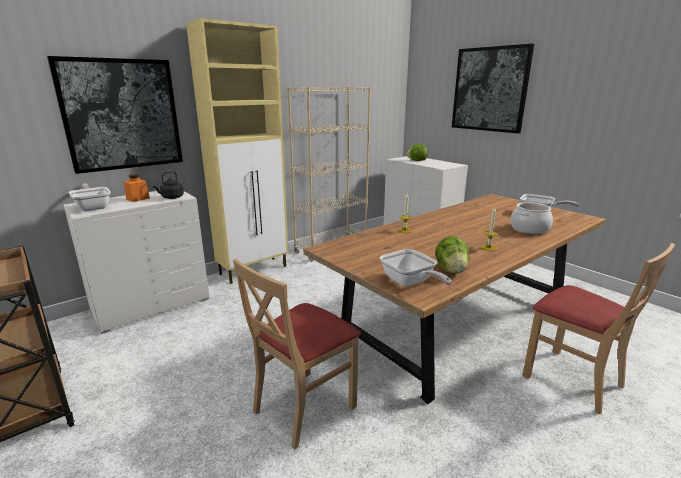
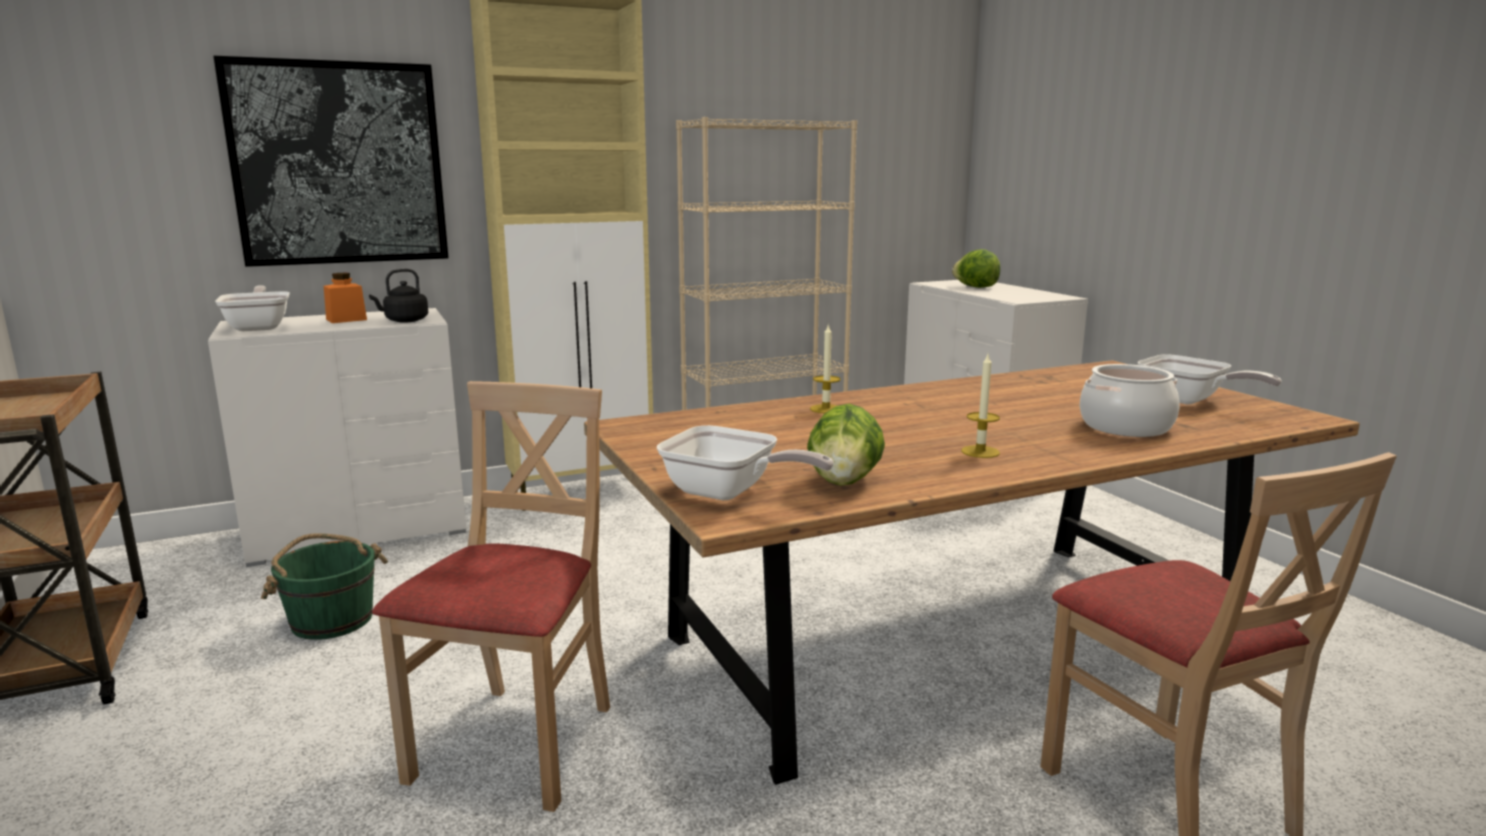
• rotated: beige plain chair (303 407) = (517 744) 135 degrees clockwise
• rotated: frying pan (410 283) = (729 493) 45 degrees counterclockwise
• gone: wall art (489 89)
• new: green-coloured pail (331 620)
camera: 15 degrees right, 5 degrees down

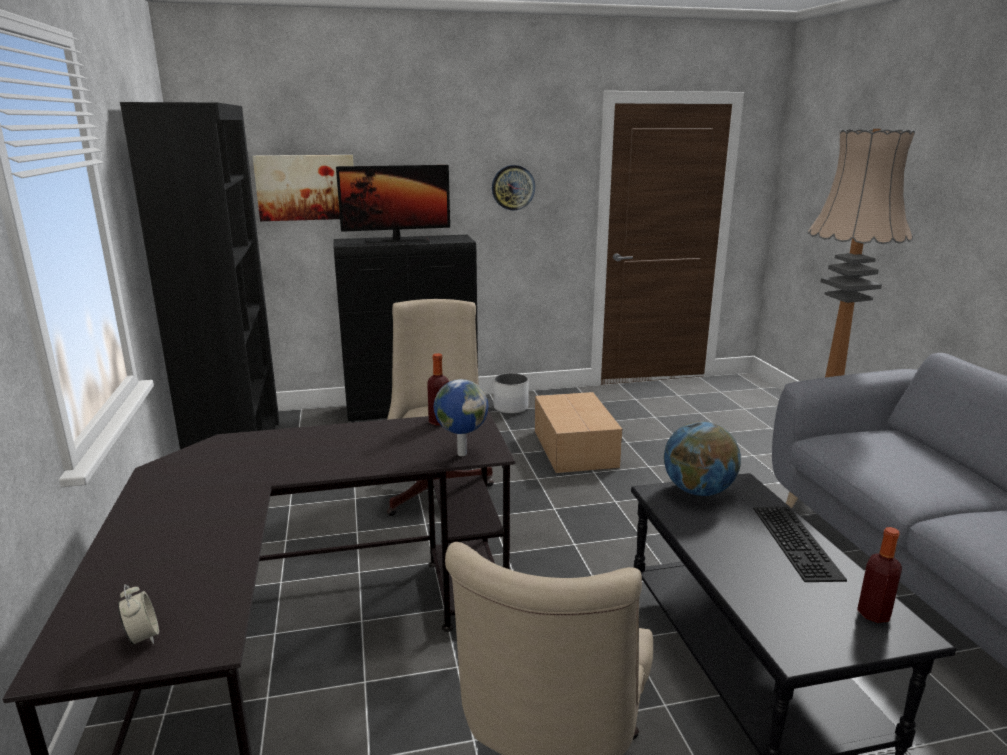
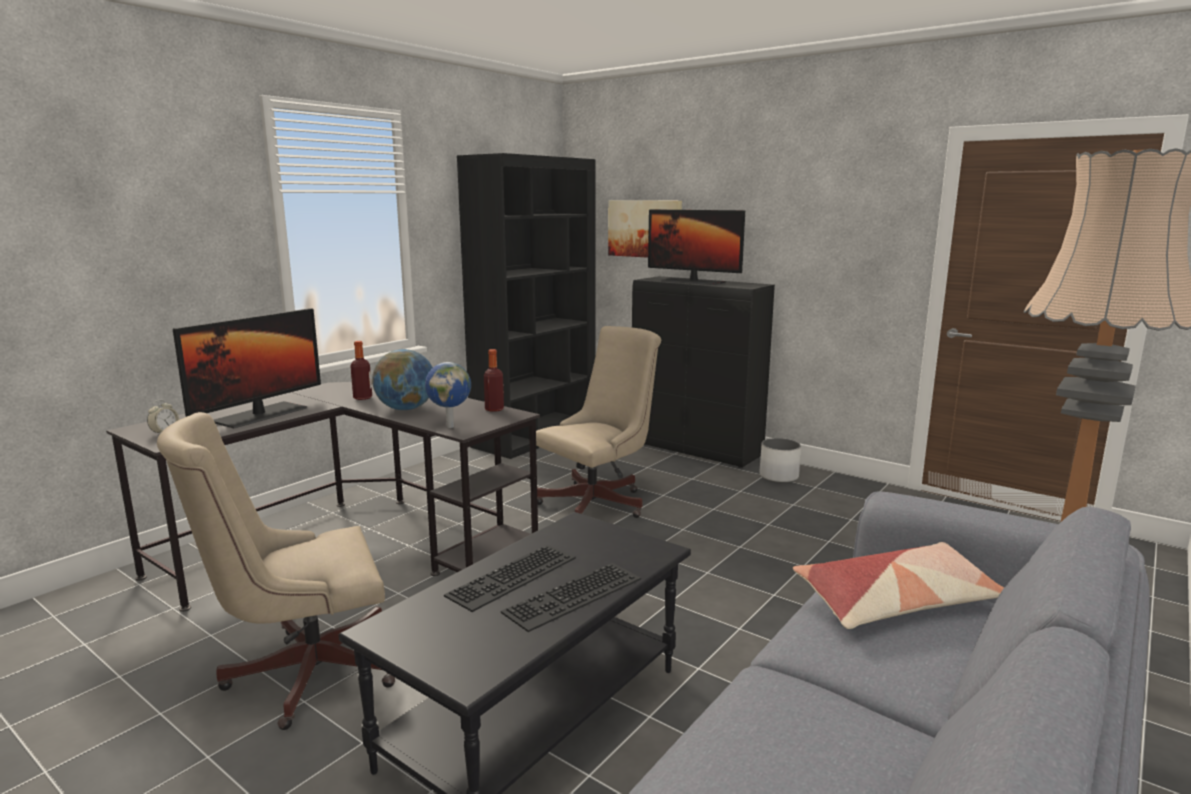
• gone: hanging clock (513 187)
• gone: packing box (575 447)
• shifted: world globe (698 491) to (406 409)
• shifted: beverage bottle (873 614) to (363 398)
• new: computer screen (260 415)
• new: keyboard (513 578)
• new: pillow (898 602)
camera: 50 degrees right, 5 degrees down

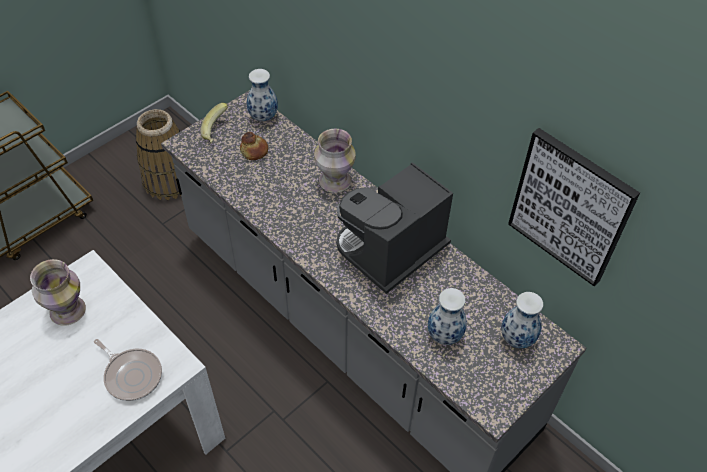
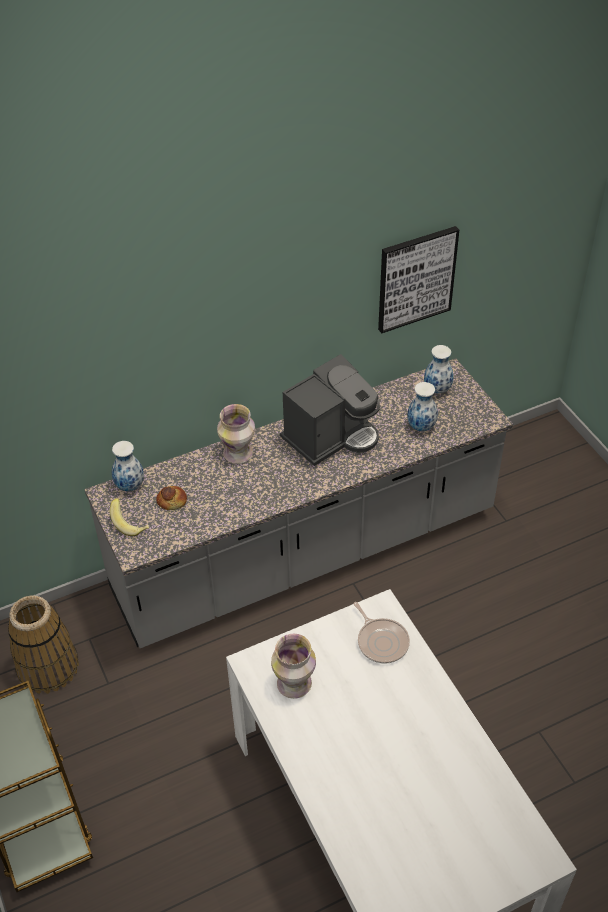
• rotated: frying pan (132 375) = (381 641) 90 degrees clockwise
• rotated: coffee machine (391 252) = (331 436) 105 degrees counterclockwise
camera: 70 degrees left, 5 degrees down

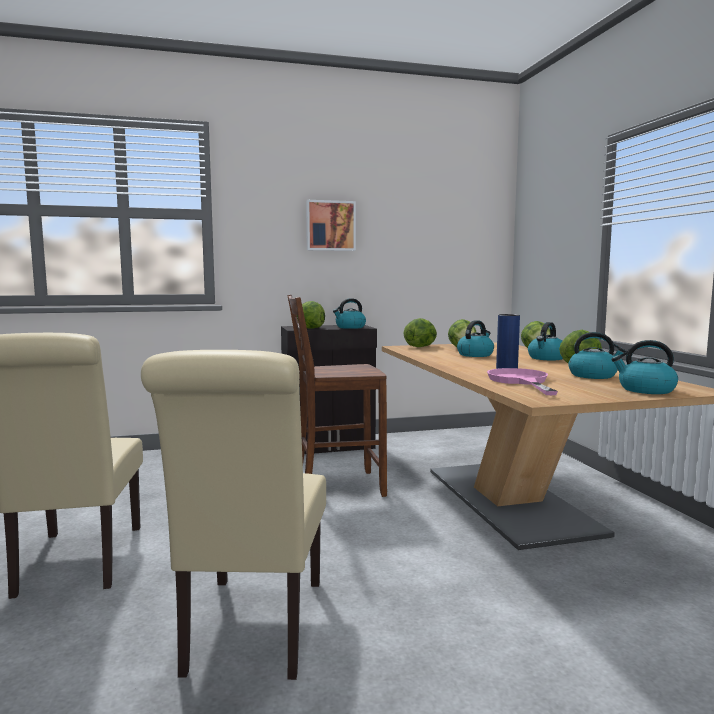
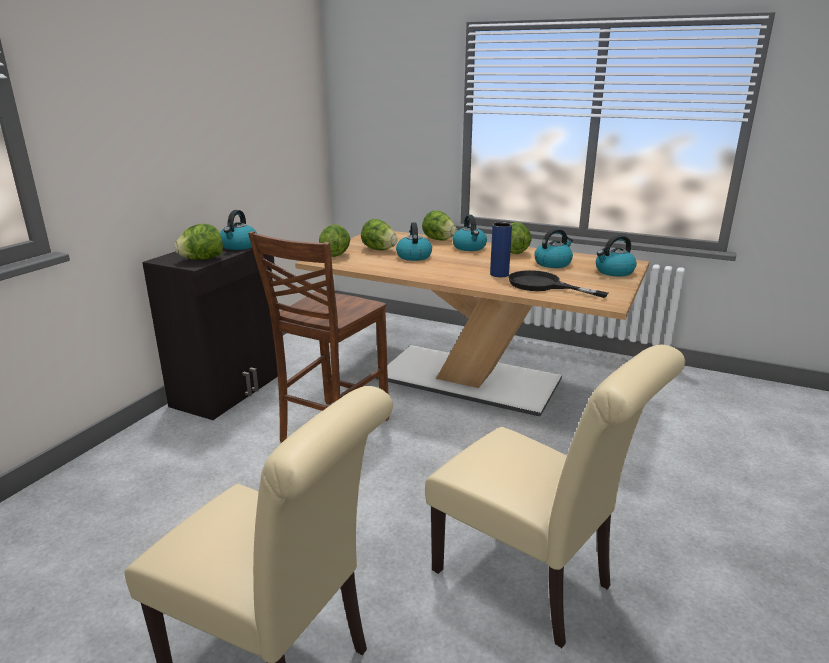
• gone: wall art (330 226)
• repainted: pink frying pan (520 381) to black-coloured frying pan (543 285)
camera: 50 degrees left, 15 degrees up

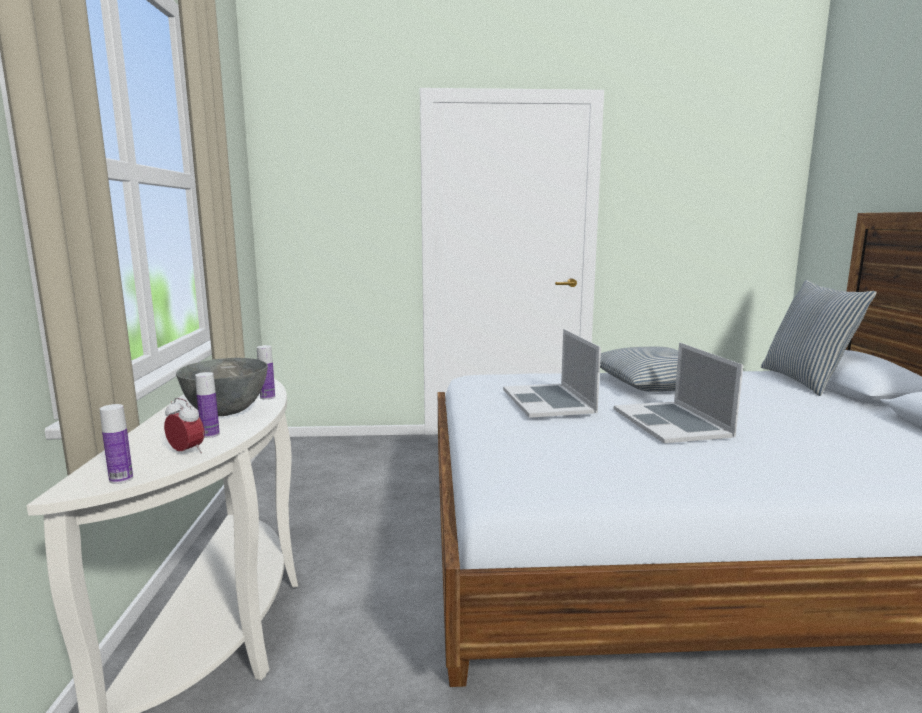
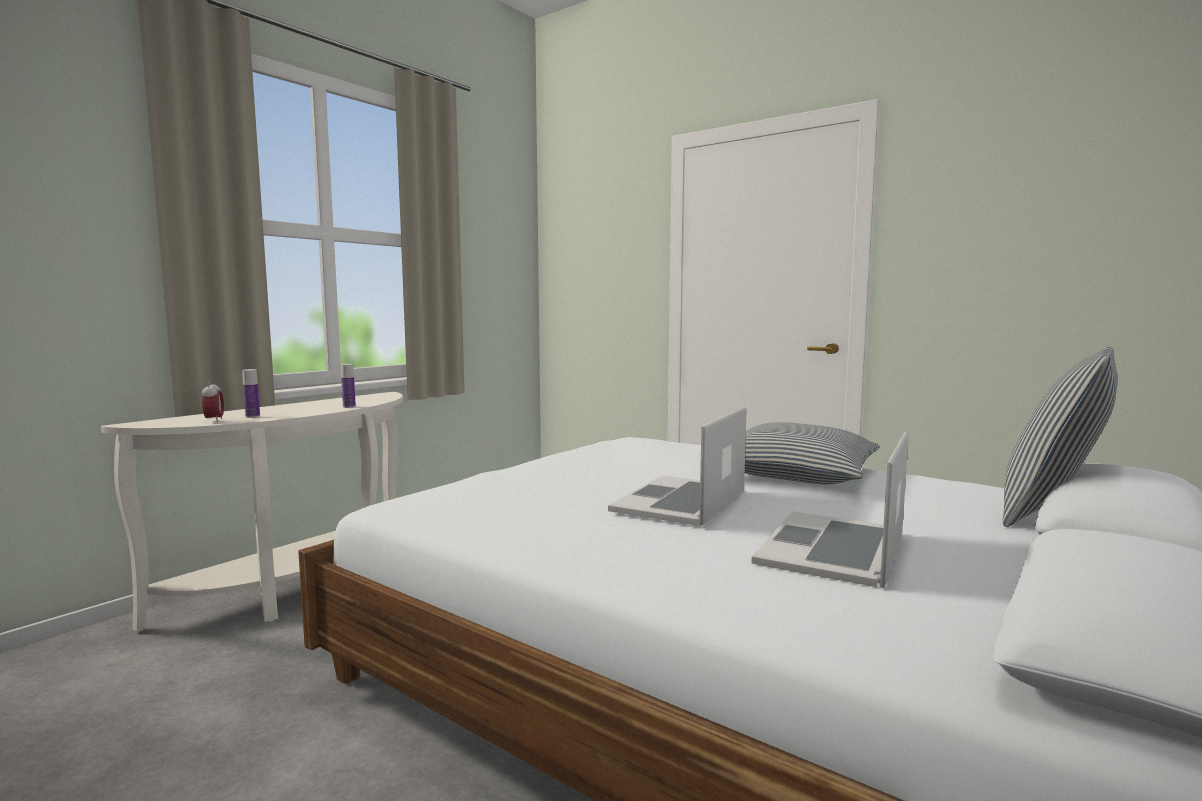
• gone: beverage bottle (121 479)
• gone: greyish serving bowl (225 412)
• shifted: laptop (548 401) to (833 548)
camera: 40 degrees right, 5 degrees down

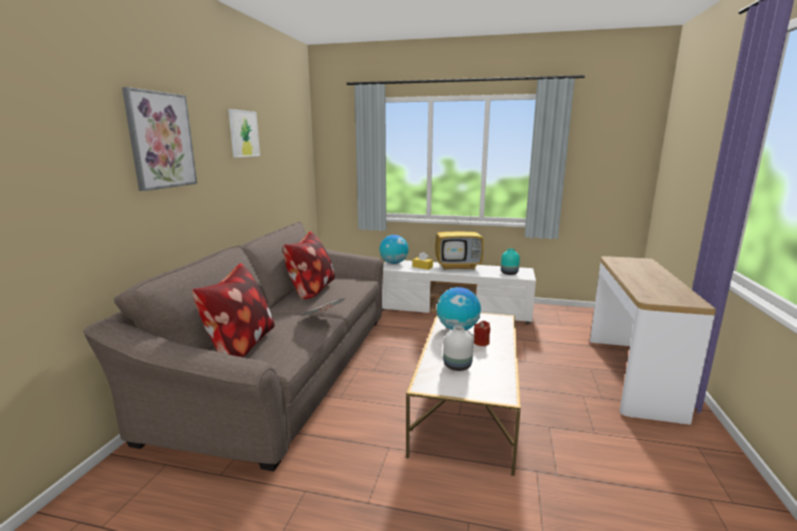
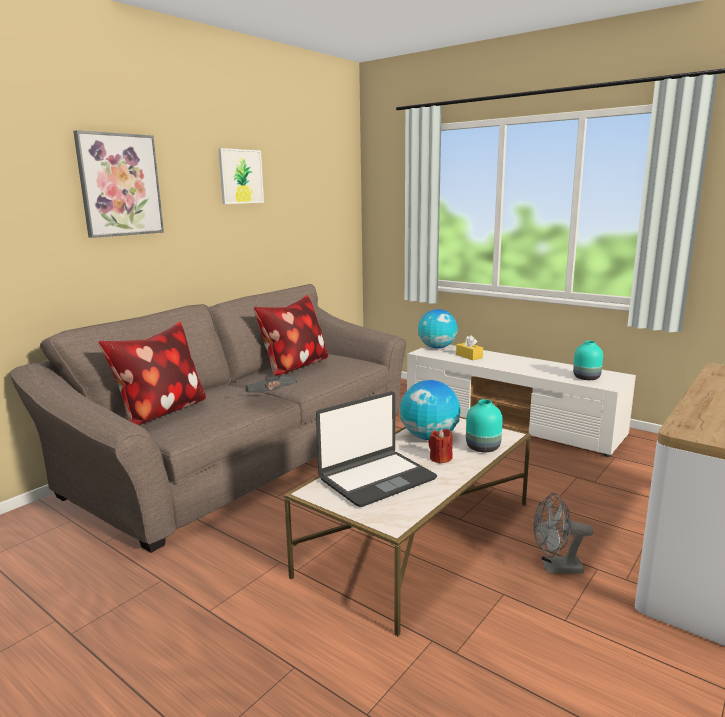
• gone: TV set (458 267)
• swapped: whitish decorative vase (457 366) to laptop (376 478)
• new: blue-green decorative vase (482 448)
• new: greyish fan (555 568)
camera: 25 degrees right, 0 degrees up

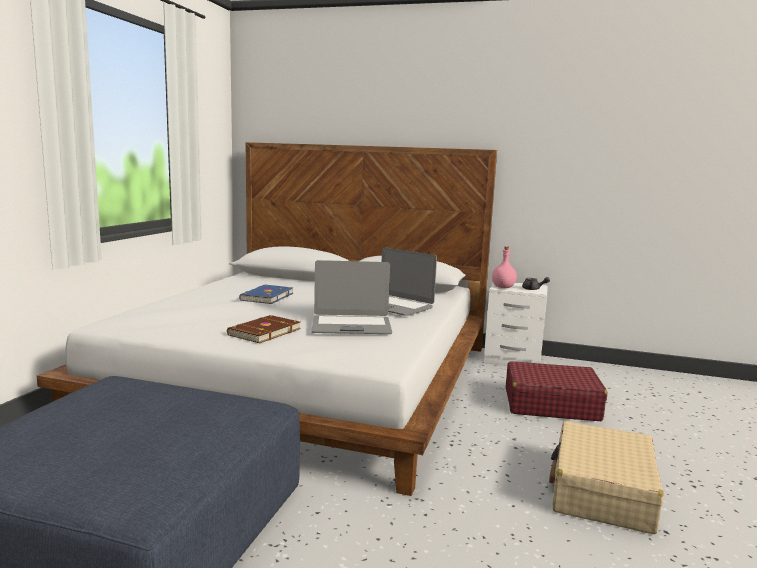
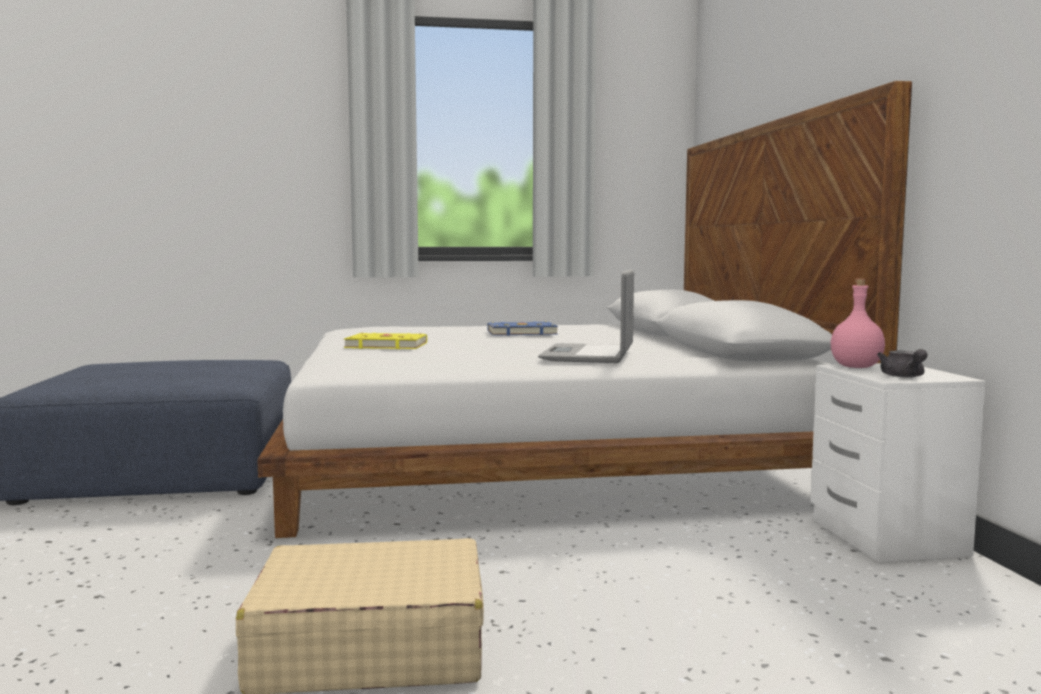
• repainted: brownish volume (263 332) to yellow-coloured volume (386 345)
• gone: laptop (351 326)
• gone: reddish piece of luggage (550 404)
camera: 65 degrees right, 5 degrees down

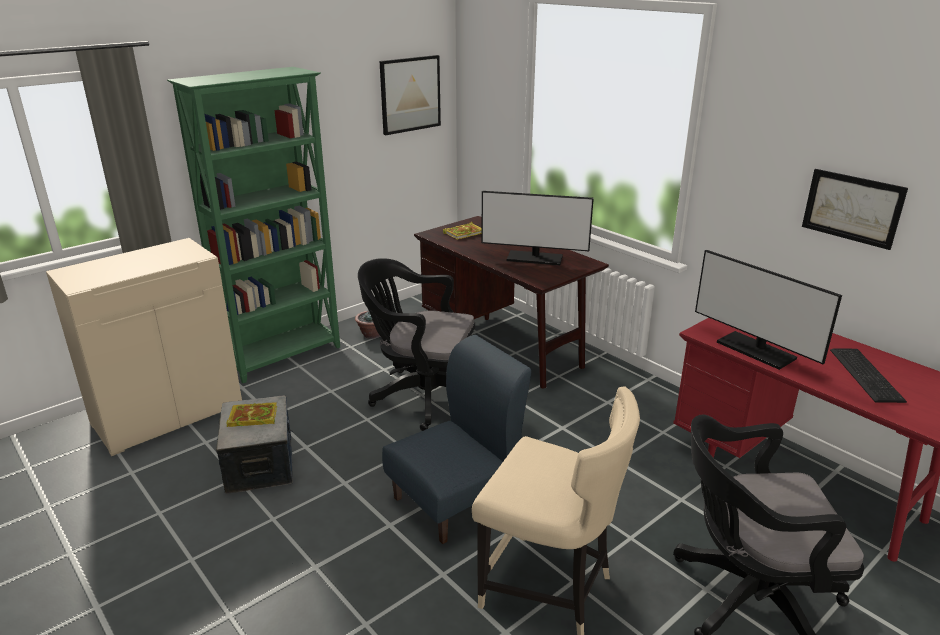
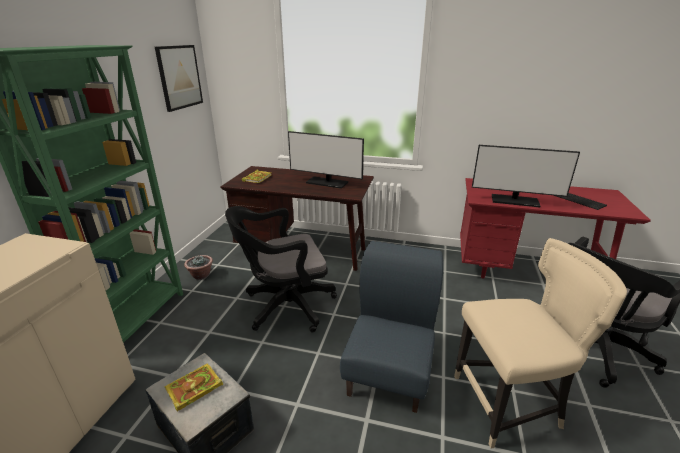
• rotated: computer screen (534 258) = (327 183) 45 degrees clockwise
• gone: wall art (852 208)
camera: 35 degrees left, 0 degrees up

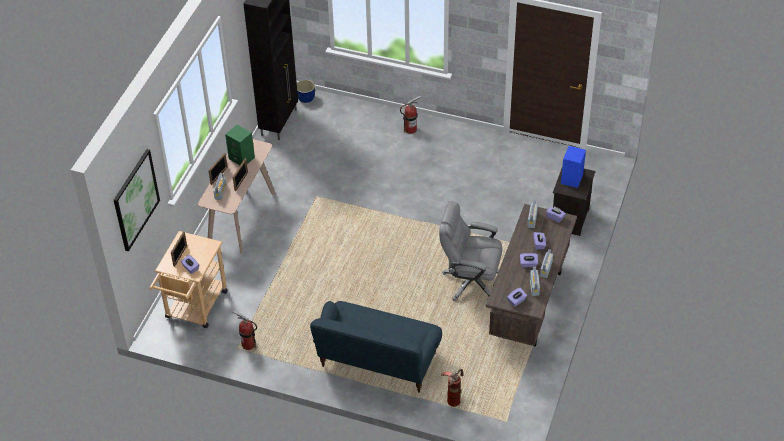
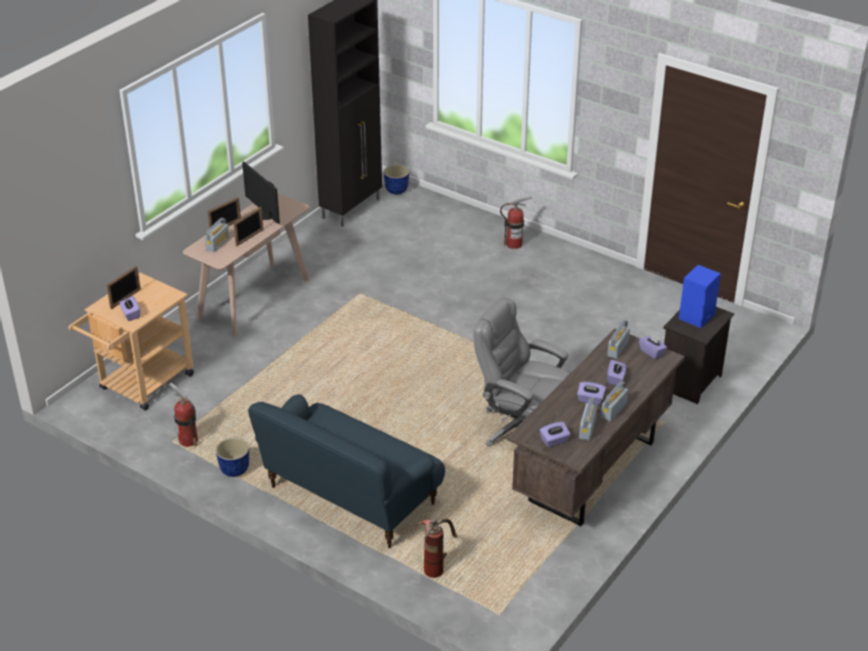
• gone: wall art (135 199)
• swapped: green-coloured audio speaker (242 158) to computer screen (265 214)
• new: planter (234 470)
camera: 15 degrees right, 10 degrees down

